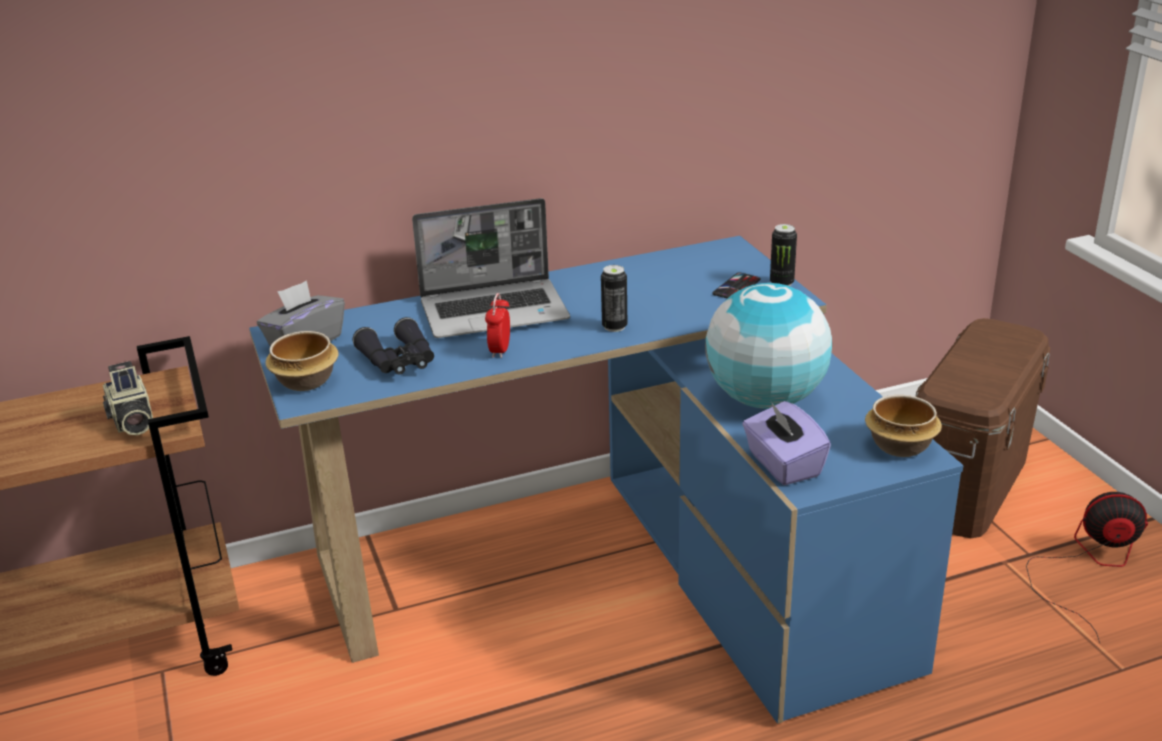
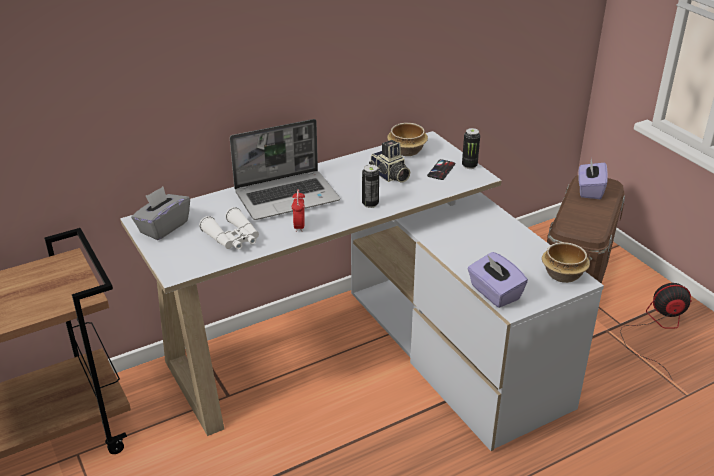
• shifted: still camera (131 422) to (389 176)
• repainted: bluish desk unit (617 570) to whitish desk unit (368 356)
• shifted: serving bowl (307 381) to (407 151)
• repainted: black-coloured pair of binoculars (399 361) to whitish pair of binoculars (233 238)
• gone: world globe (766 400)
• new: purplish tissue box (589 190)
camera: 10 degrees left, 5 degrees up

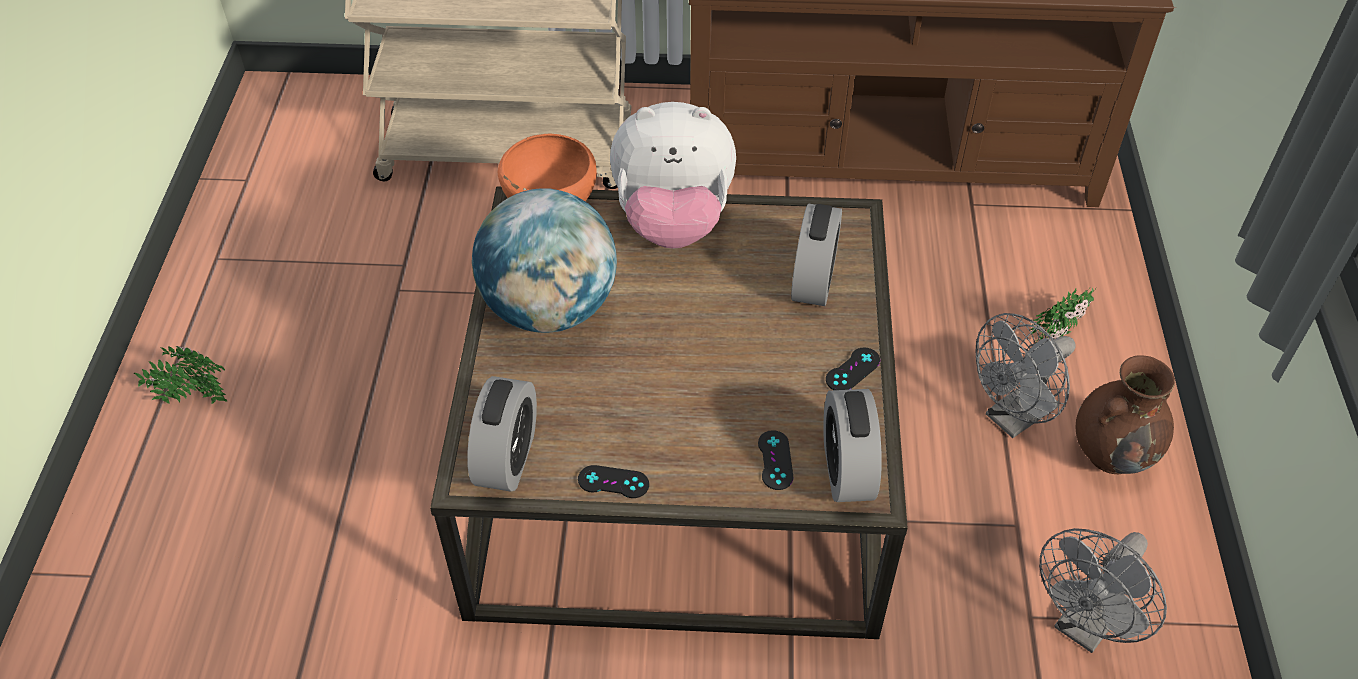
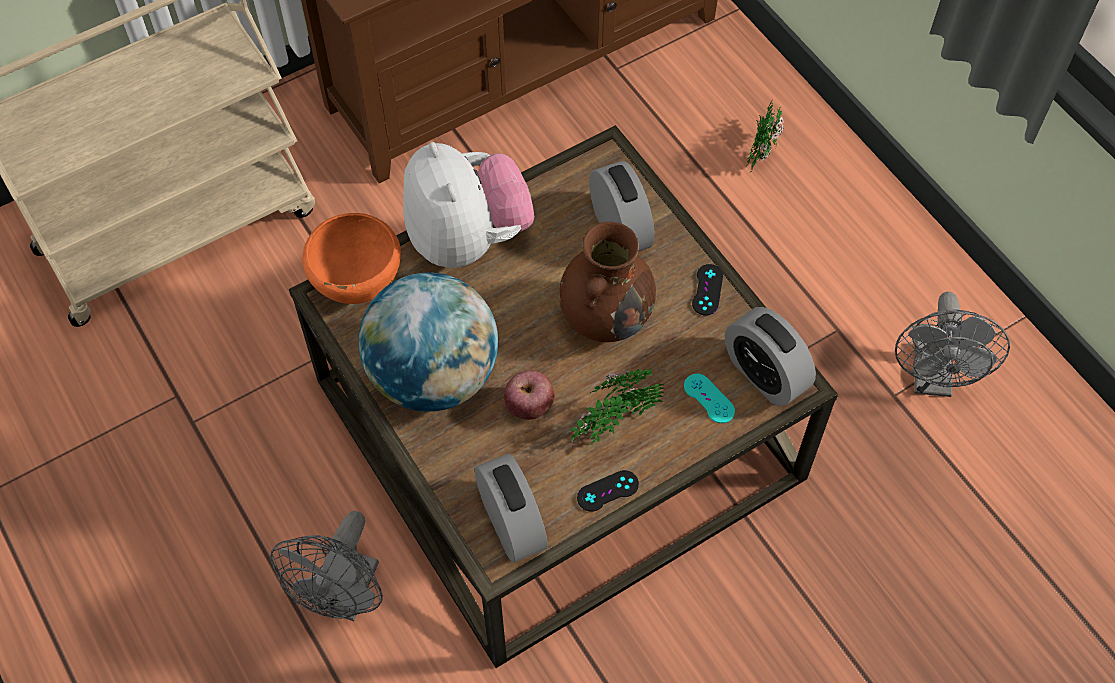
• shifted: plant in a pot (192 398) to (612 424)
• rotated: plush toy (673 222) = (468 238) 75 degrees counterclockwise
• repainted: black-coloured gamepad (775 460) to blue-green gamepad (709 398)
• shifted: greyish fan (1013 418) to (345 598)
• shifted: brownish decorative vase (1112 453) to (606 317)
• new: apple (529 406)
camera: 35 degrees left, 10 degrees up

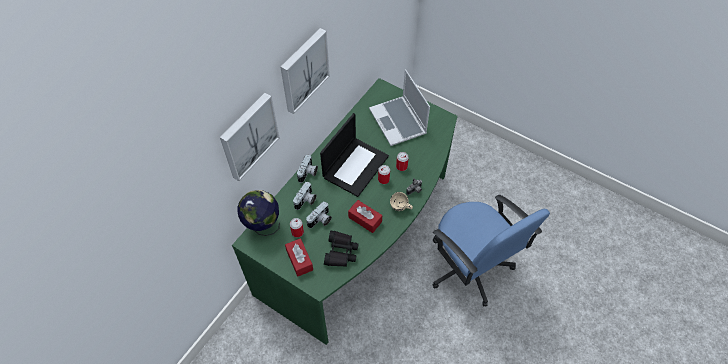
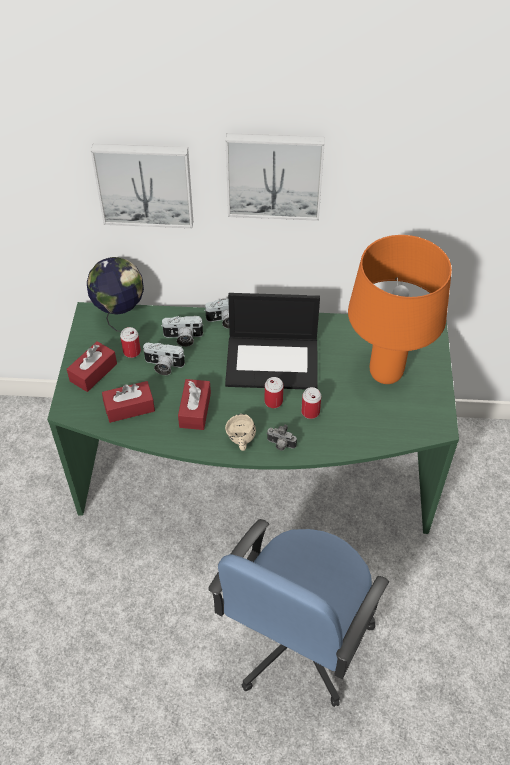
• swapped: black-coloured pair of binoculars (341 252) to reddish tissue box (129 407)
• swapped: laptop (398 122) to orange lamp for a table (385 374)
camera: 60 degrees right, 5 degrees down

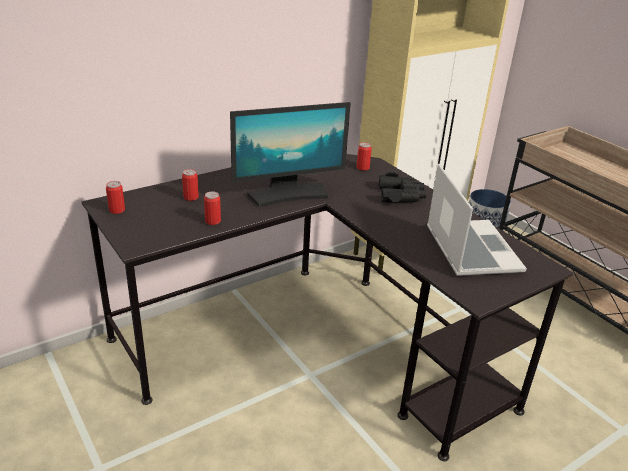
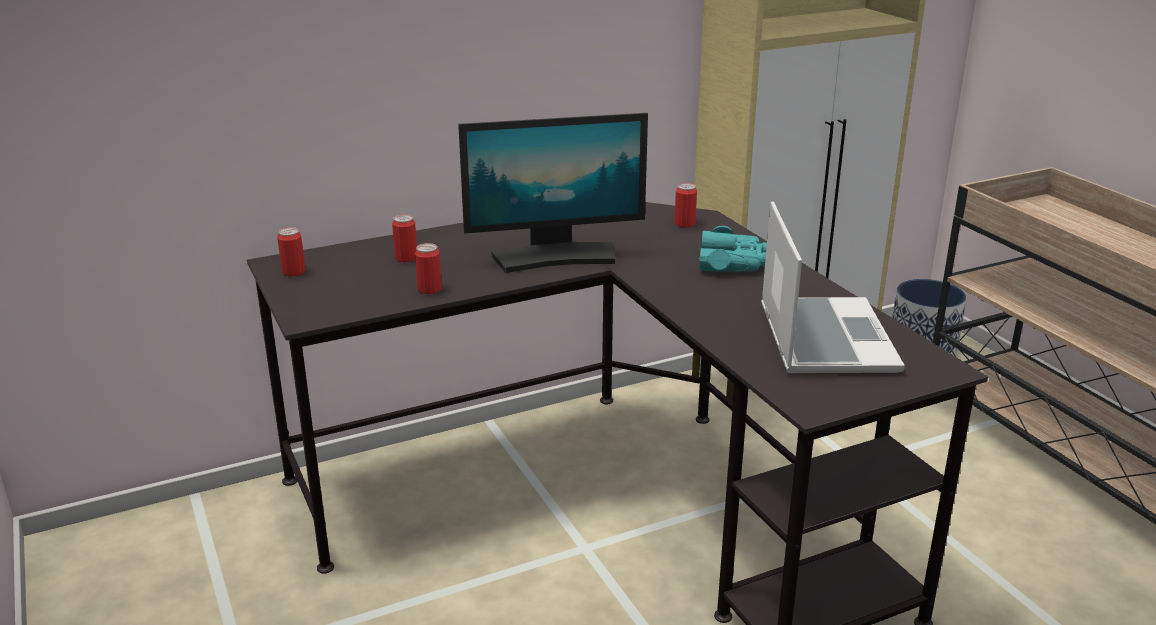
• repainted: black-coloured pair of binoculars (401 195) to blue-green pair of binoculars (734 262)
camera: 10 degrees right, 5 degrees down

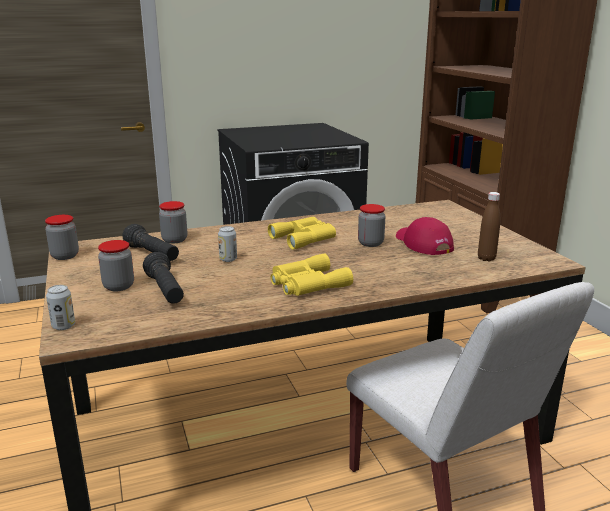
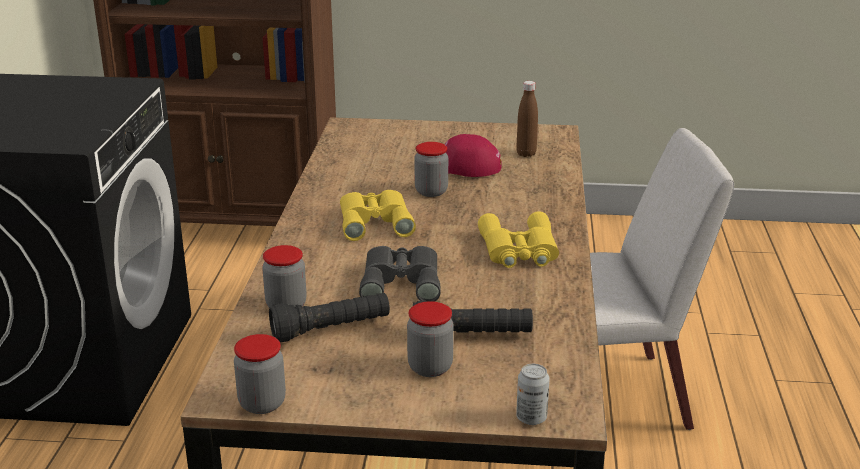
• swapped: metal can (228 259) to greyish pair of binoculars (401 280)
camera: 65 degrees left, 5 degrees up

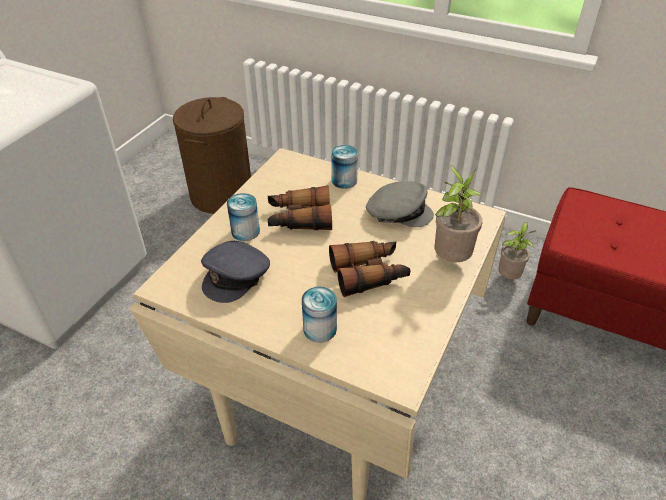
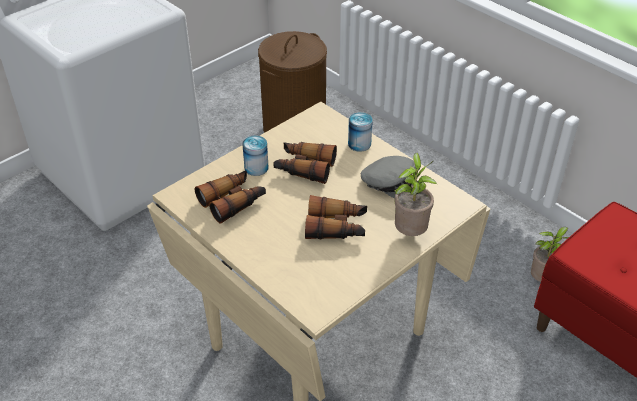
• swapped: greyish peaked cap (236 276) to pair of binoculars (233 201)
• gone: metal can (320 329)
camera: 20 degrees right, 0 degrees up

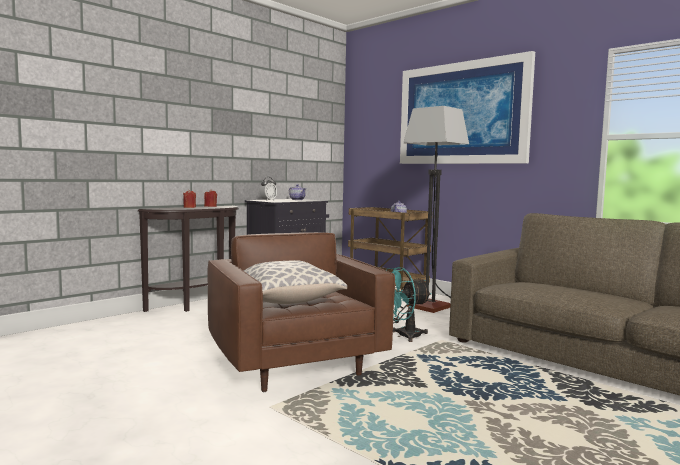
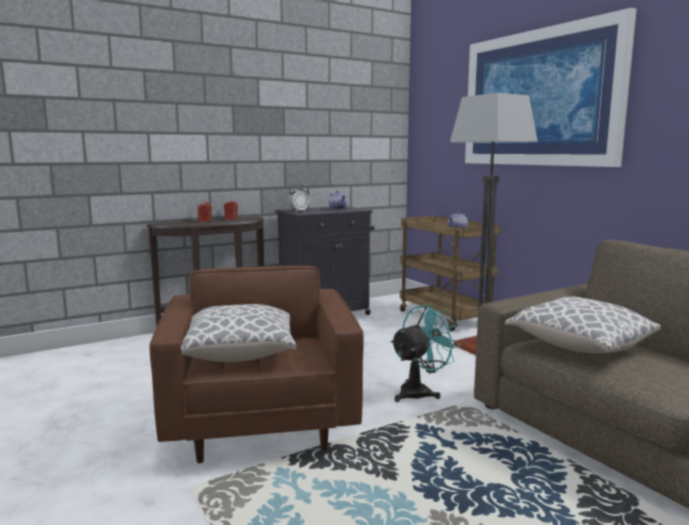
• rotated: blue-green fan (403 336) = (420 392) 150 degrees clockwise
• new: pillow (579 346)
camera: 15 degrees right, 5 degrees up

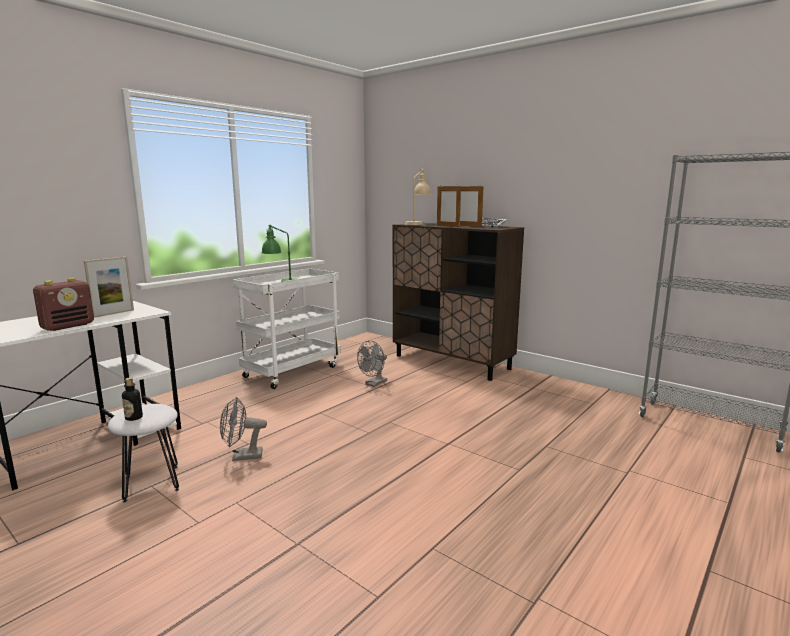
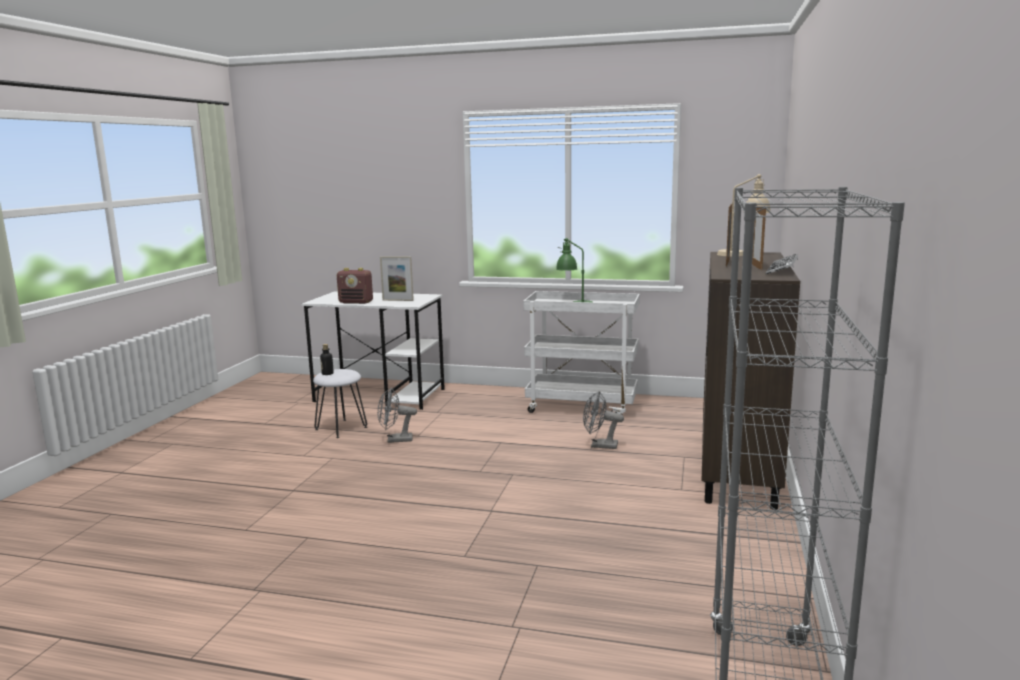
• rotated: greyish fan (242 456) = (395 440) 60 degrees counterclockwise
camera: 65 degrees right, 0 degrees up

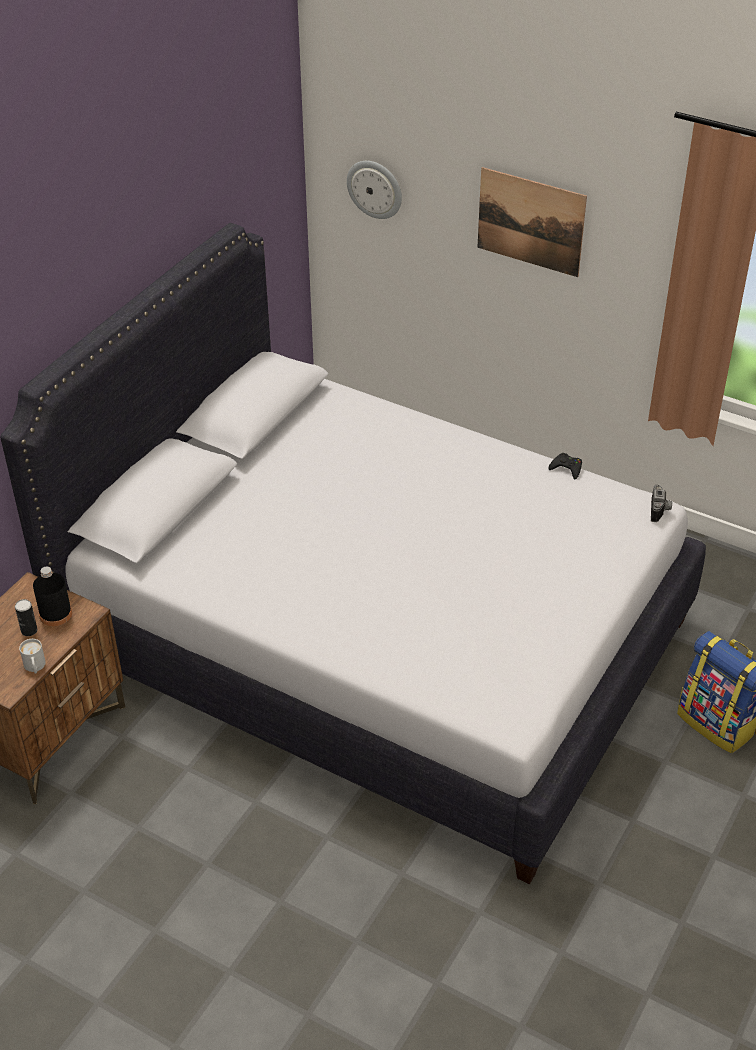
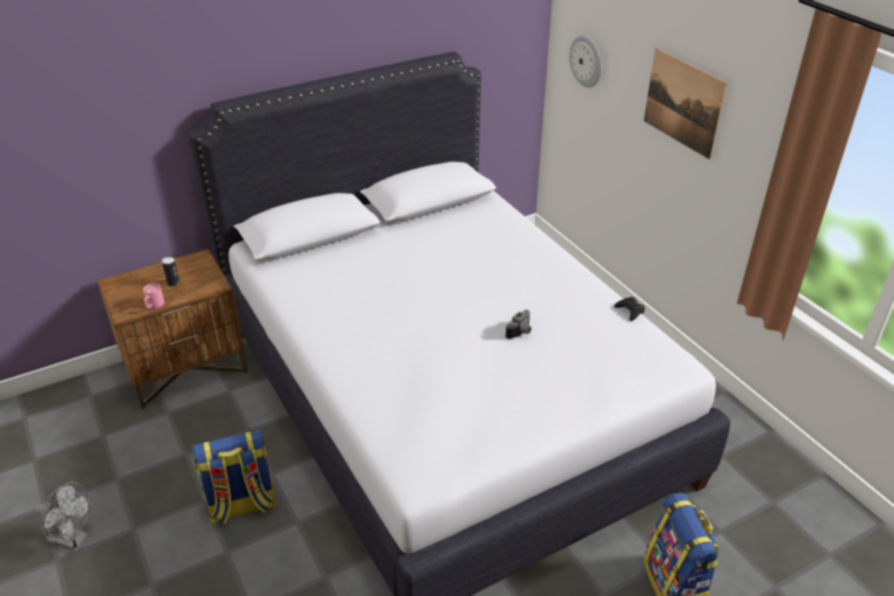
• repainted: whitish tea mug (35 667) to pink tea mug (153 306)
• gone: black-coloured beverage bottle (55 614)
• shifted: still camera (660 510) to (521 332)
• new: greyish fan (73 540)
• new: knapsack (241 505)
camera: 30 degrees right, 5 degrees down

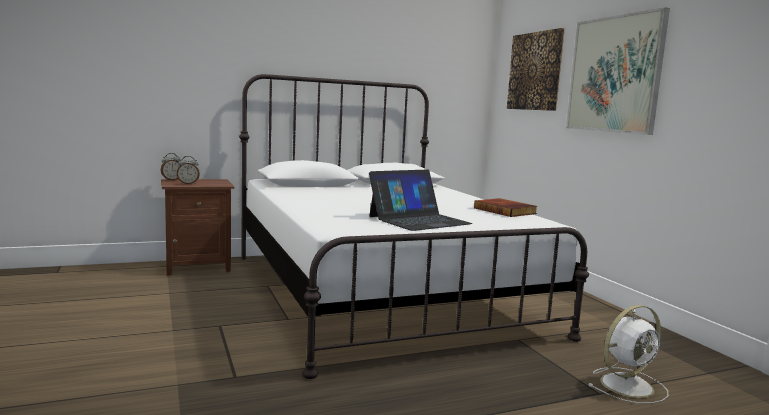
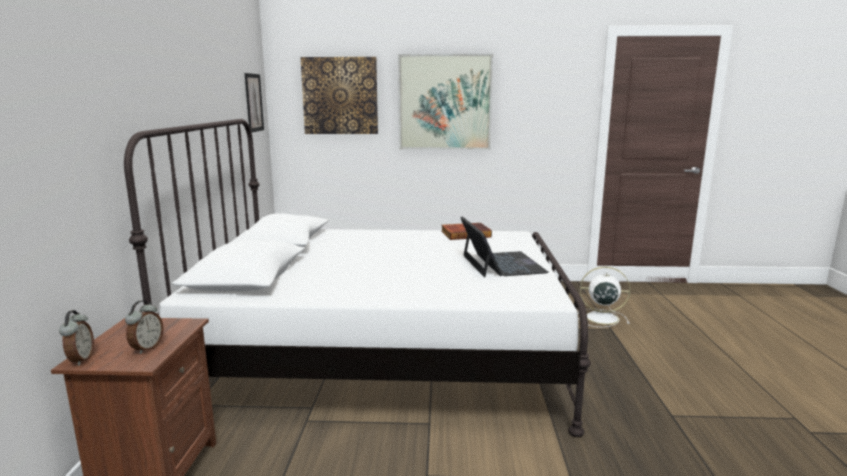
• rotated: whitish fan (628 385) = (600 318) 75 degrees counterclockwise
• new: wall art (254 102)
camera: 65 degrees left, 5 degrees up

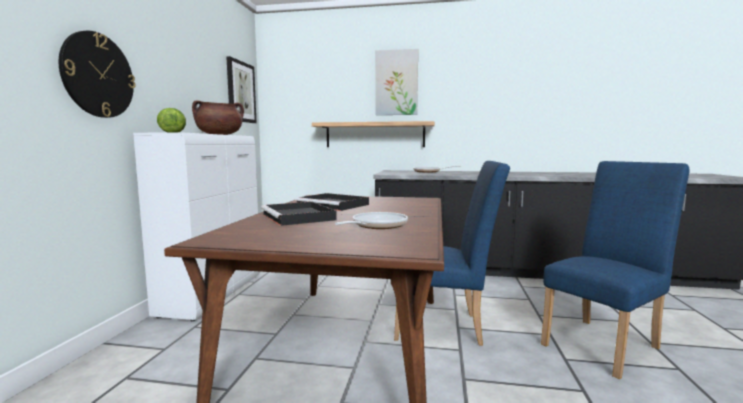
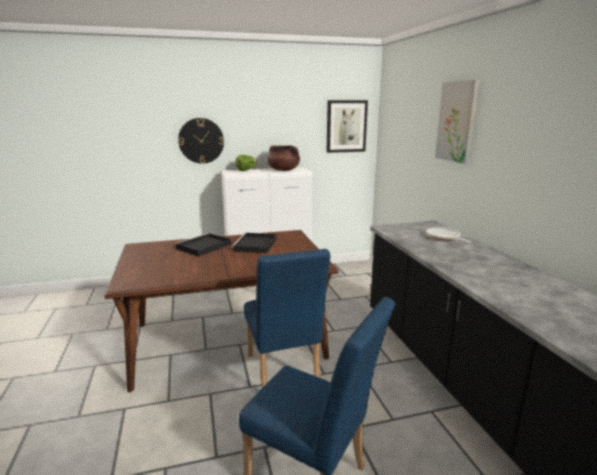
• gone: wall shelf (375 135)
• gone: frying pan (376 226)
camera: 65 degrees right, 10 degrees up

